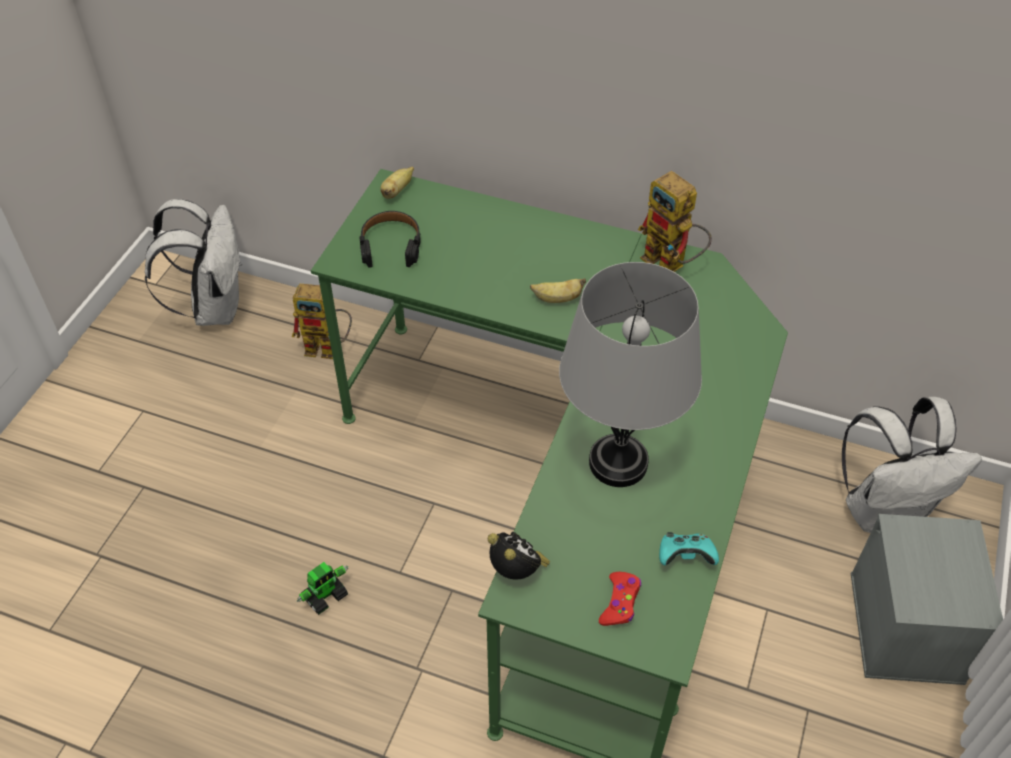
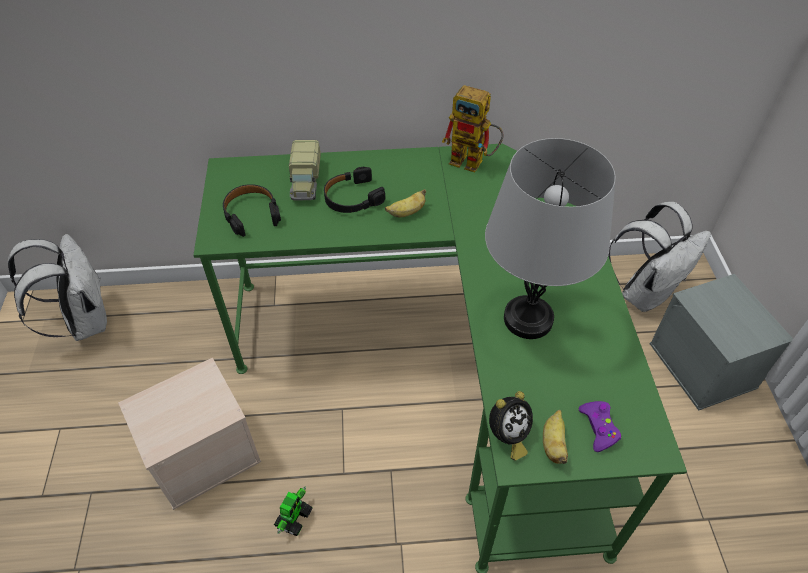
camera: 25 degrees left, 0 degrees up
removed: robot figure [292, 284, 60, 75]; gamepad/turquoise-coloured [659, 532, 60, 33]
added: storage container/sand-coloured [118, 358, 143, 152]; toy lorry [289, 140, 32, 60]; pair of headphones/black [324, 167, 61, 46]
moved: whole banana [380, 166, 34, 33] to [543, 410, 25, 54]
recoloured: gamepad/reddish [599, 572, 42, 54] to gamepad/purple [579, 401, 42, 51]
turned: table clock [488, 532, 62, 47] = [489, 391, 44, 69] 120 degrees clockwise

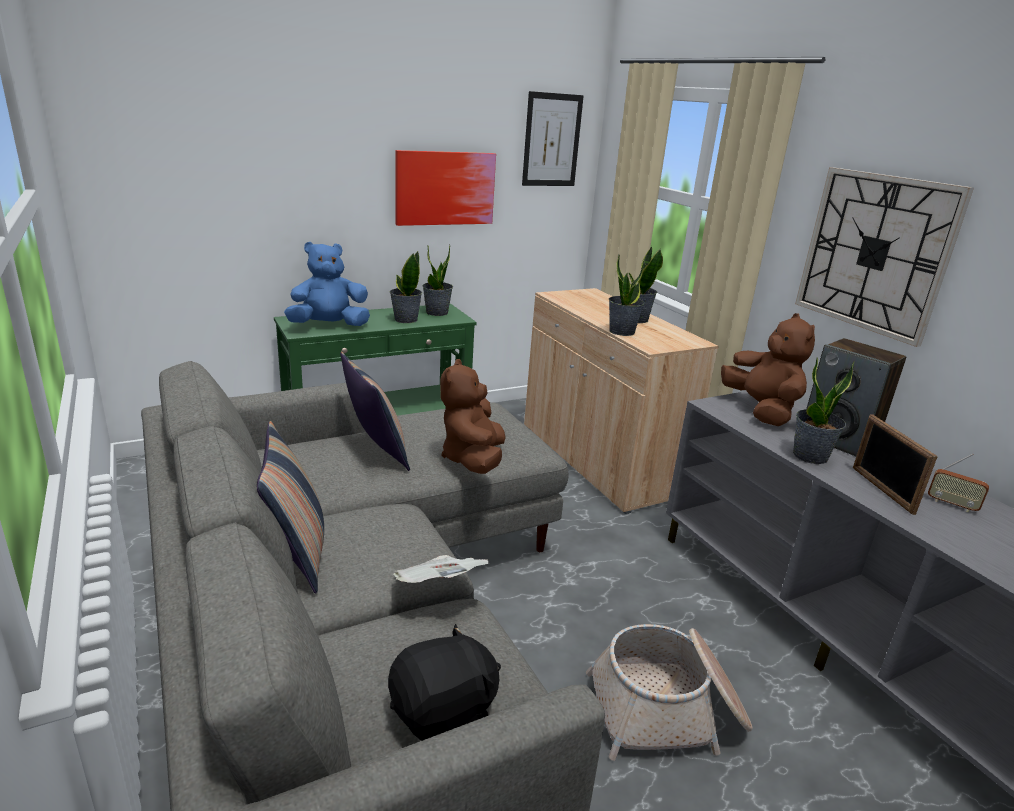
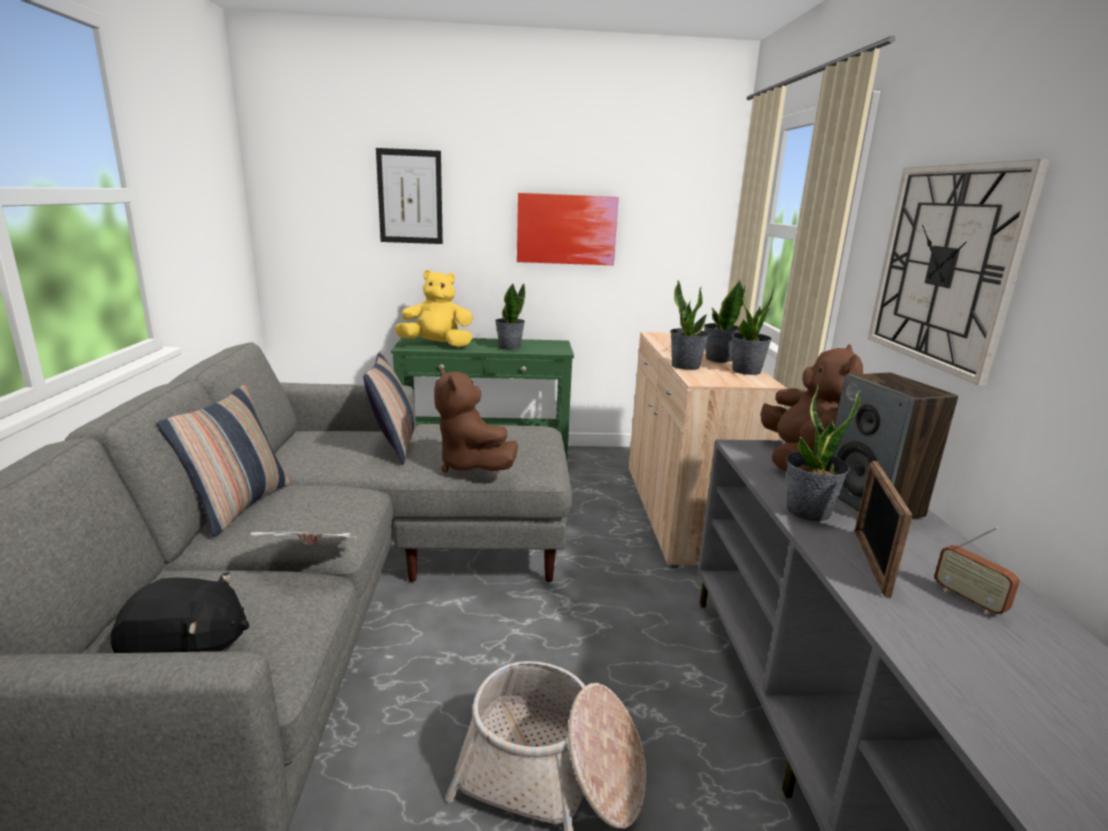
camera: 25 degrees right, 5 degrees down
moved: houseplant [422, 245, 31, 71] to [731, 285, 44, 90]; wall picture [522, 91, 62, 95] to [376, 148, 67, 96]
recoloured: cuddly toy/bluish [284, 242, 86, 84] to cuddly toy/yellowish [394, 270, 79, 77]
turned: cuddly toy/brown [440, 359, 66, 115] = [434, 368, 84, 104] 60 degrees counterclockwise

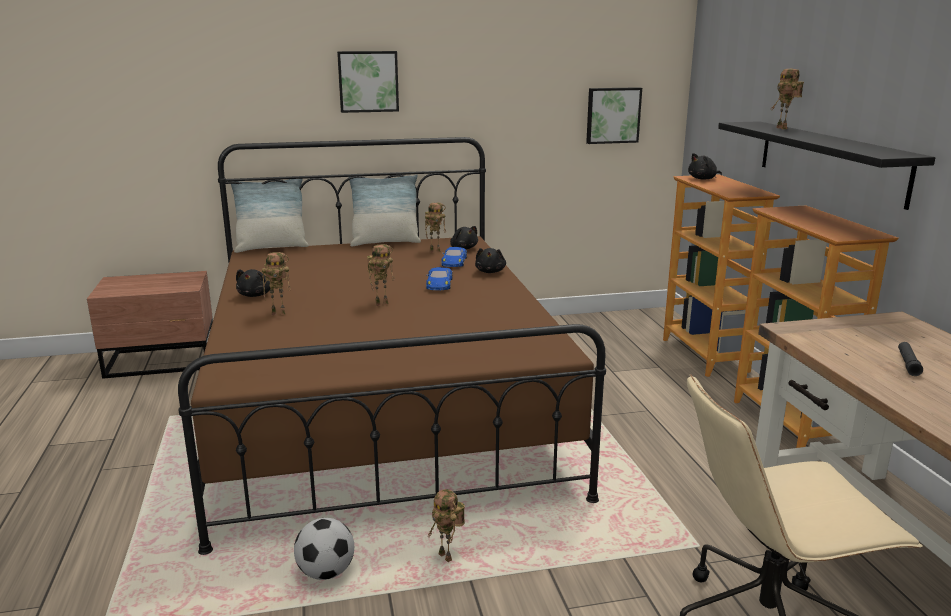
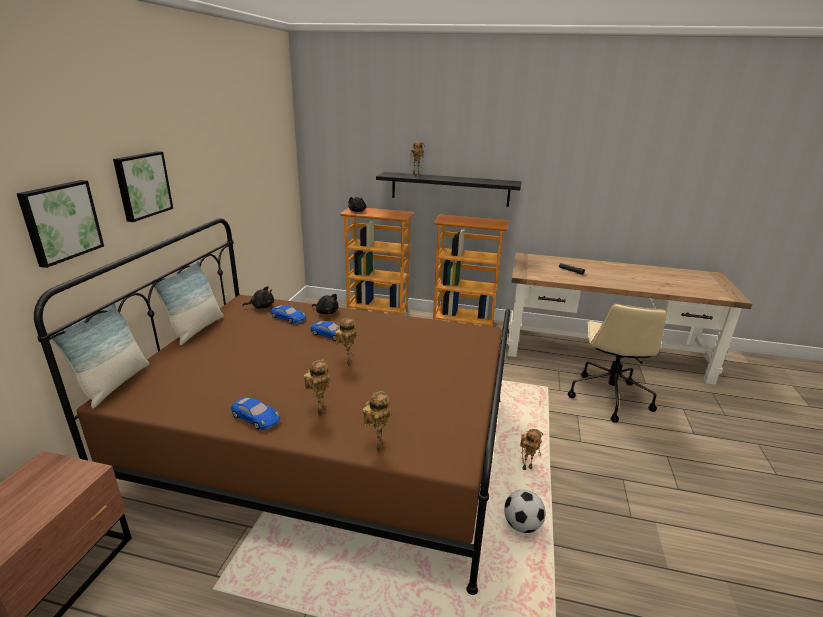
camera: 65 degrees left, 5 degrees up
moved: robot figure [425, 203, 21, 50] to [363, 391, 28, 63]; wall picture [586, 87, 56, 57] to [17, 180, 87, 88]
replaced: cuddly toy/black [236, 269, 34, 28] to miniature car/bluish [231, 397, 49, 33]

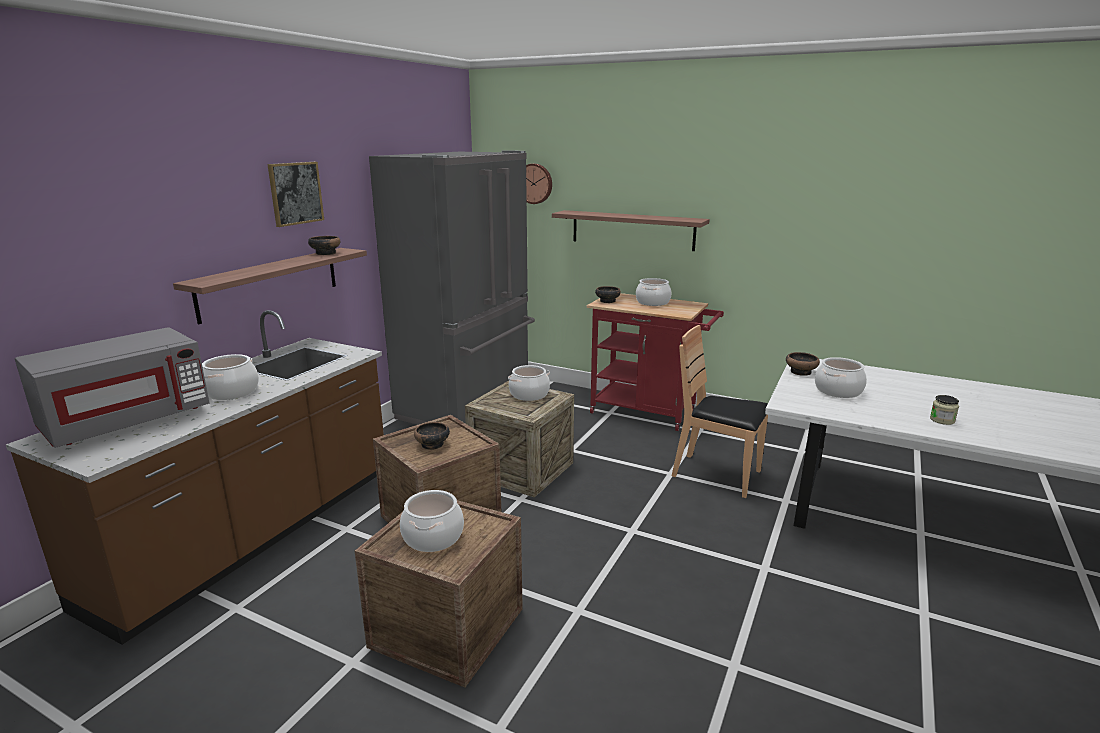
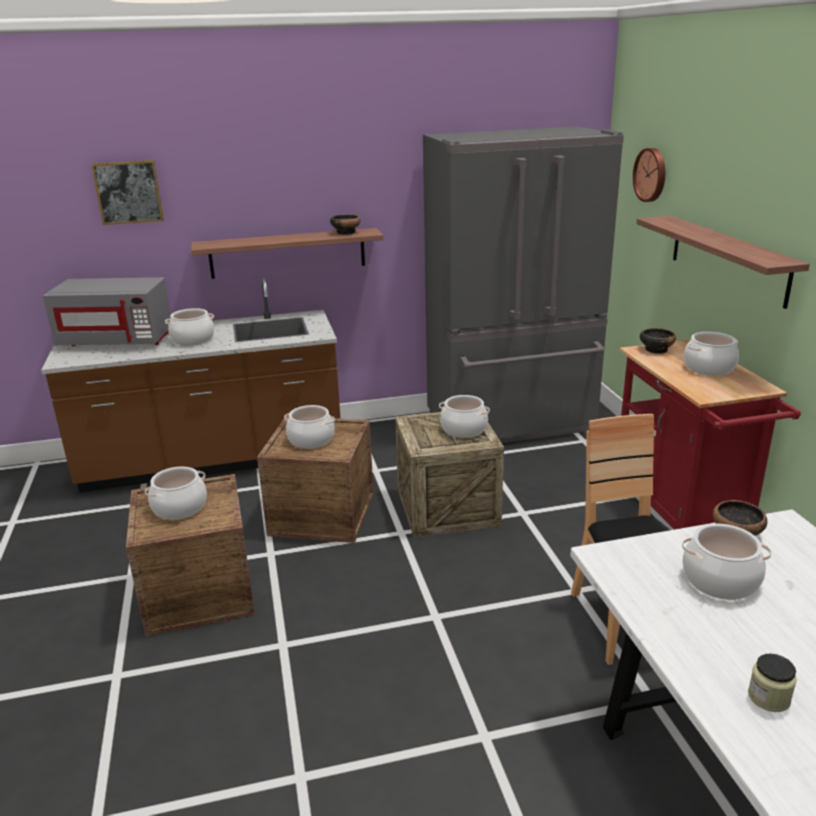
camera: 50 degrees right, 5 degrees up
moved: wall picture [267, 162, 57, 65] to [91, 160, 73, 65]
replaced: bowl [414, 422, 36, 28] to stockpot [284, 405, 51, 44]

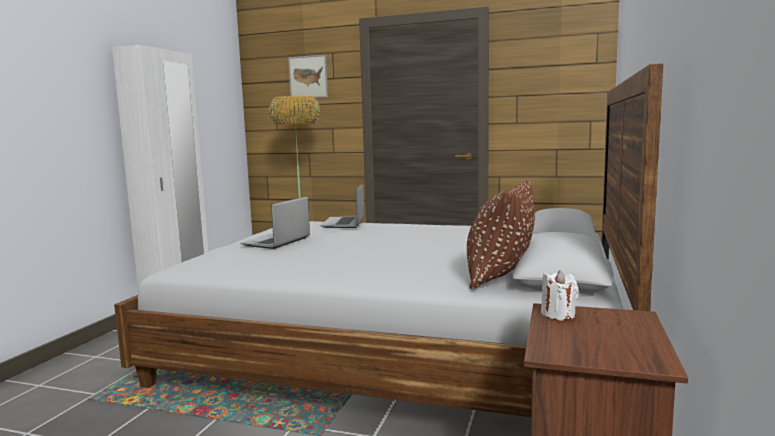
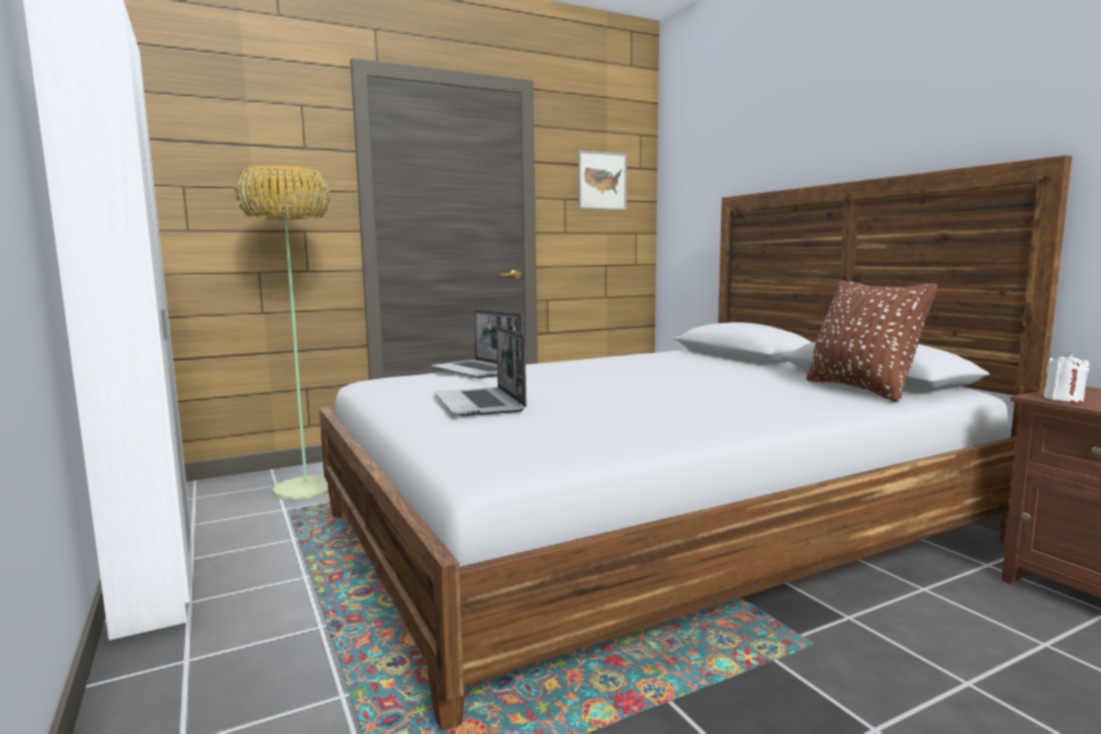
camera: 45 degrees left, 0 degrees up
moved: wall picture [288, 55, 40, 43] to [578, 151, 49, 59]

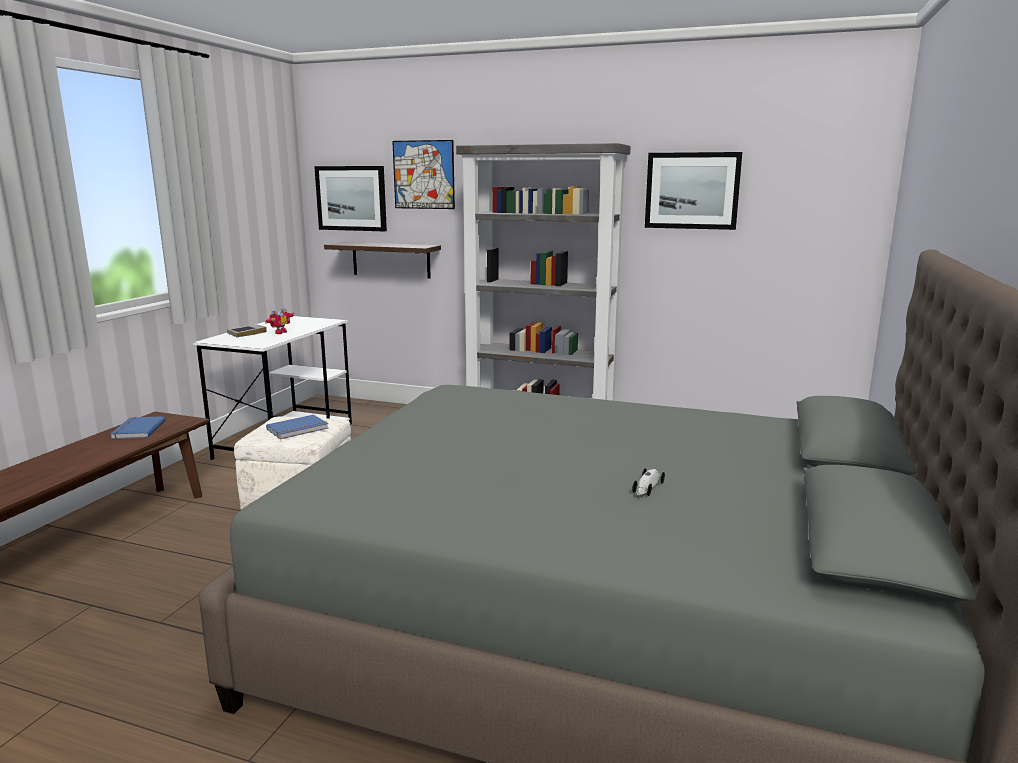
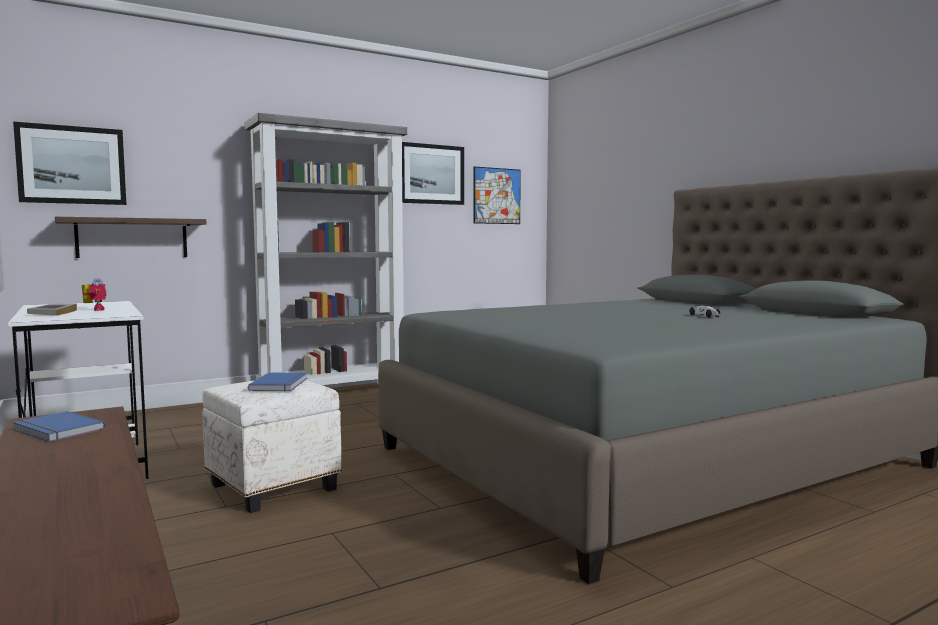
camera: 50 degrees left, 10 degrees down
moved: wall picture [392, 140, 63, 69] to [473, 167, 48, 57]

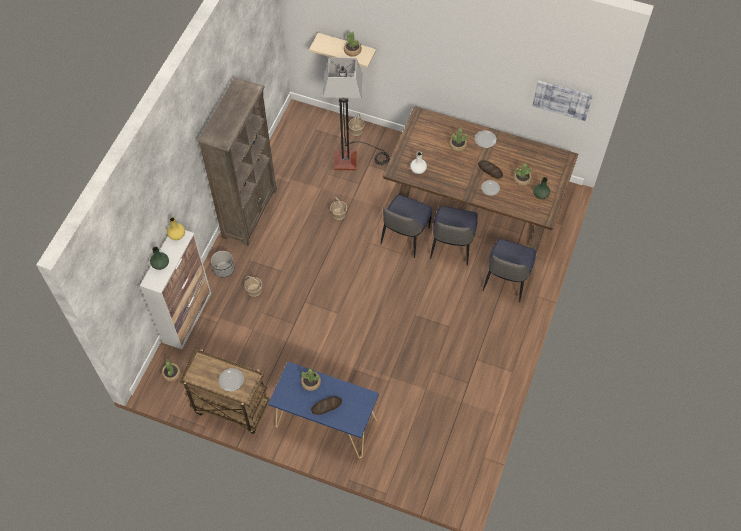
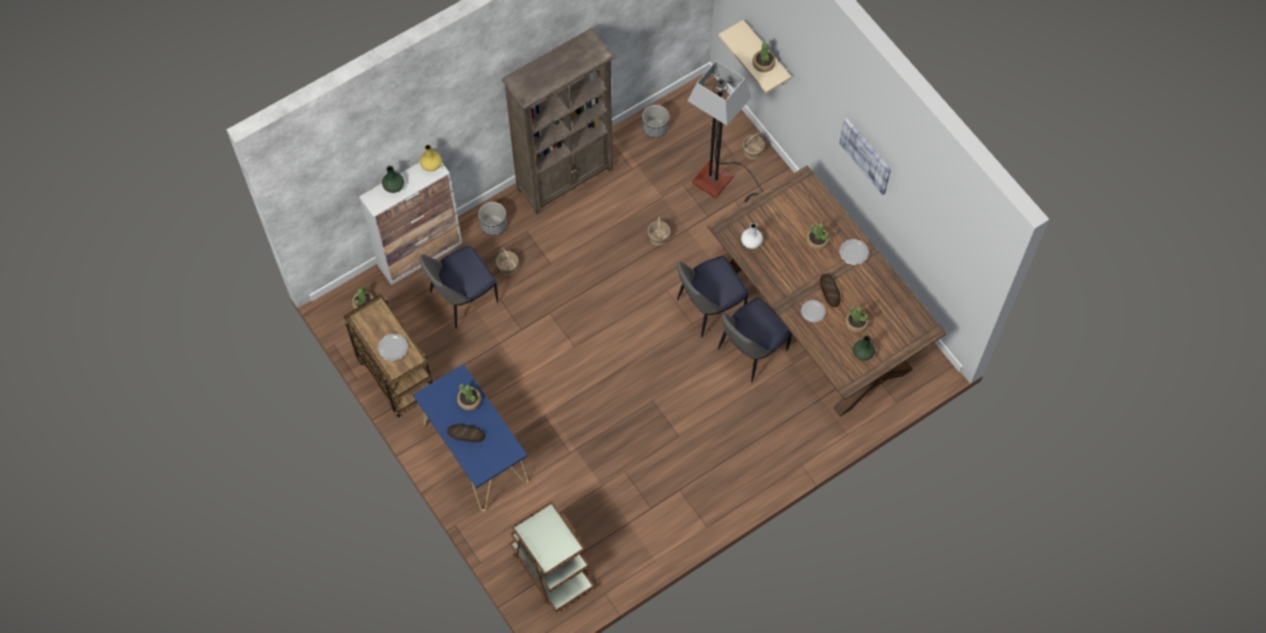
camera: 35 degrees right, 5 degrees up
added: wheeled cart/brown [509, 501, 86, 112]; flower pot [642, 105, 27, 33]
moved: upright chair [483, 239, 53, 63] to [420, 246, 78, 83]; wall picture [532, 80, 61, 41] to [839, 117, 52, 78]

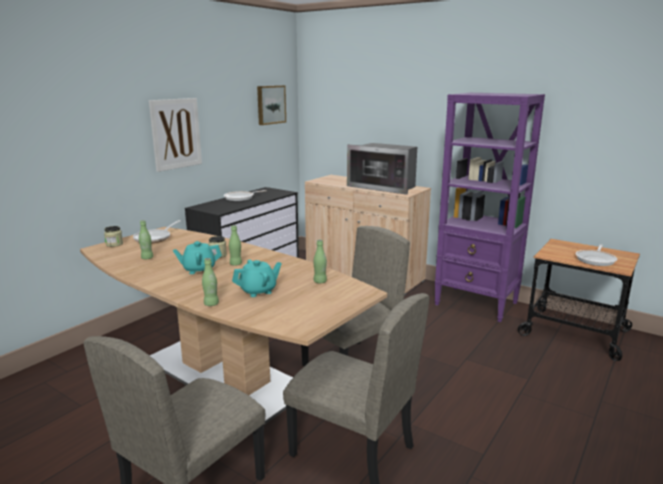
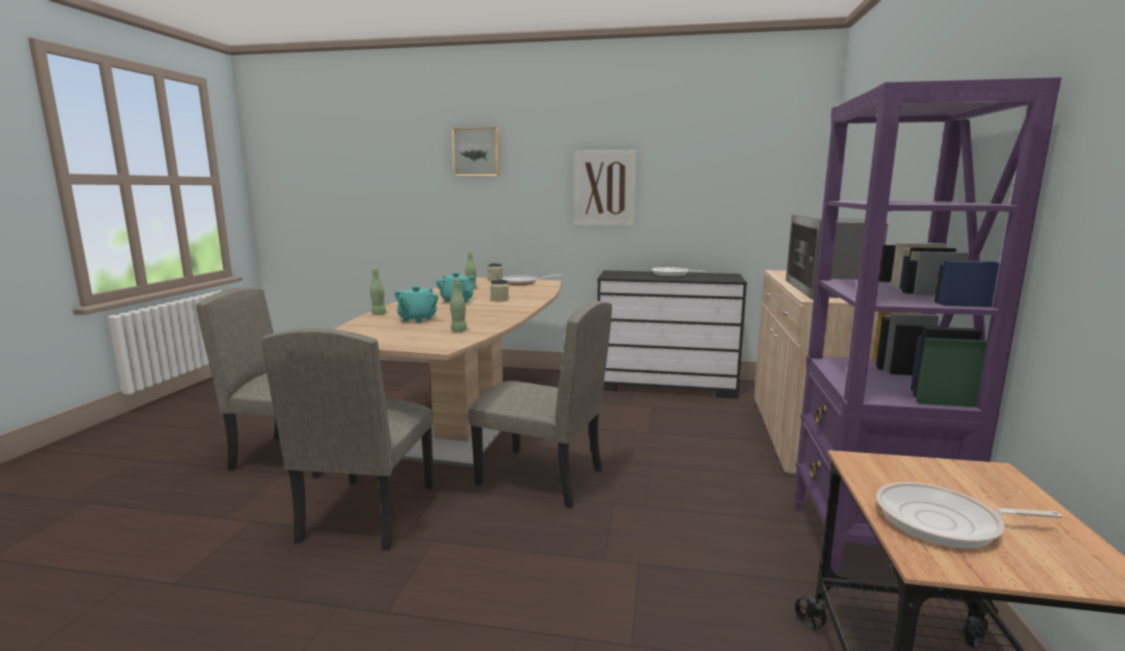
camera: 65 degrees right, 5 degrees down
removed: bottle/green [229, 225, 13, 41]
moved: wall picture [257, 85, 29, 40] to [452, 127, 48, 49]
turned: tea pot/turquoise-coloured [232, 260, 50, 37] = [394, 286, 44, 37] 75 degrees clockwise

